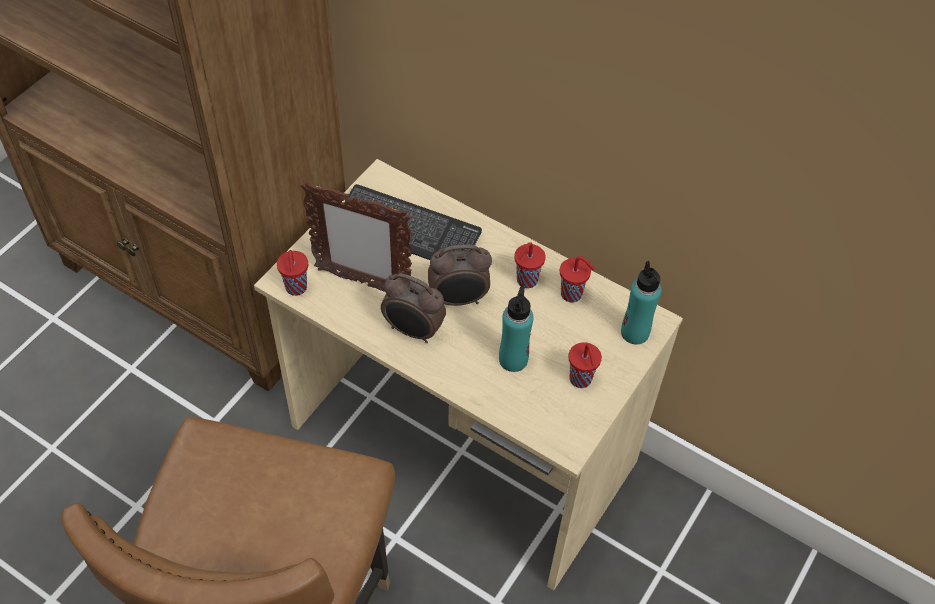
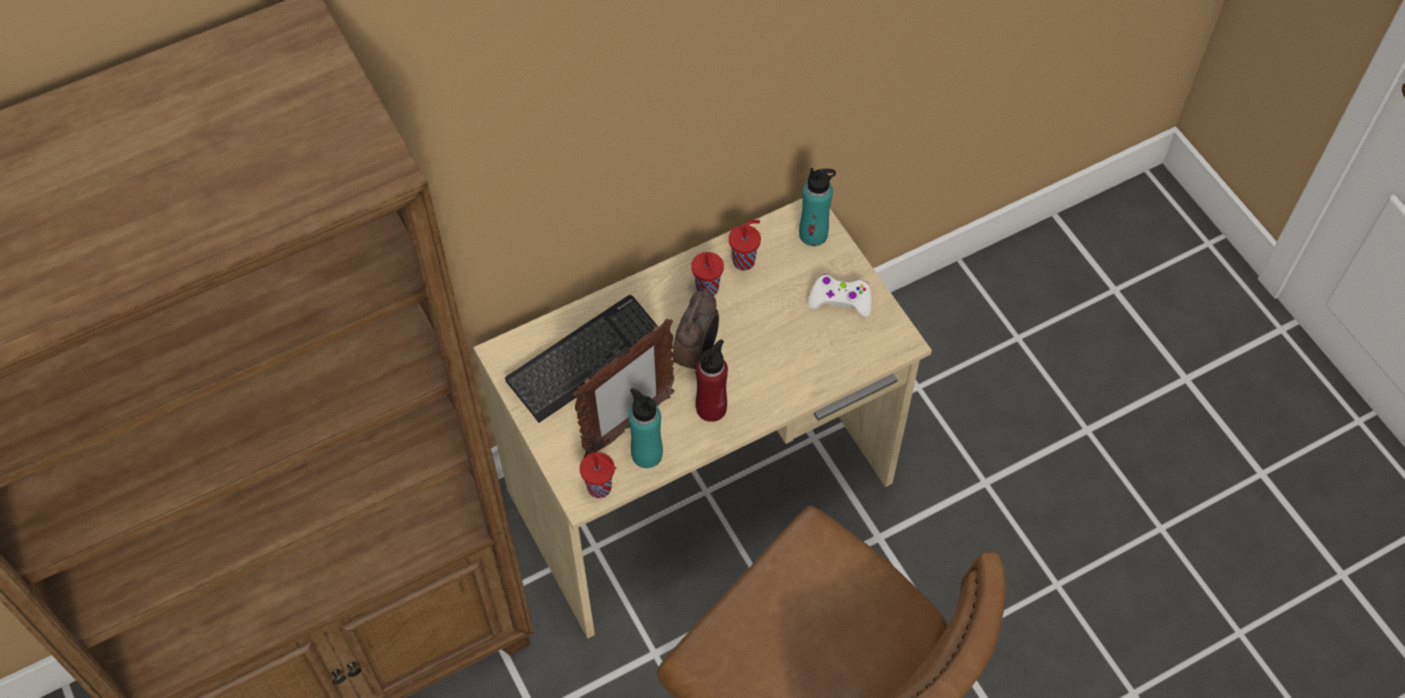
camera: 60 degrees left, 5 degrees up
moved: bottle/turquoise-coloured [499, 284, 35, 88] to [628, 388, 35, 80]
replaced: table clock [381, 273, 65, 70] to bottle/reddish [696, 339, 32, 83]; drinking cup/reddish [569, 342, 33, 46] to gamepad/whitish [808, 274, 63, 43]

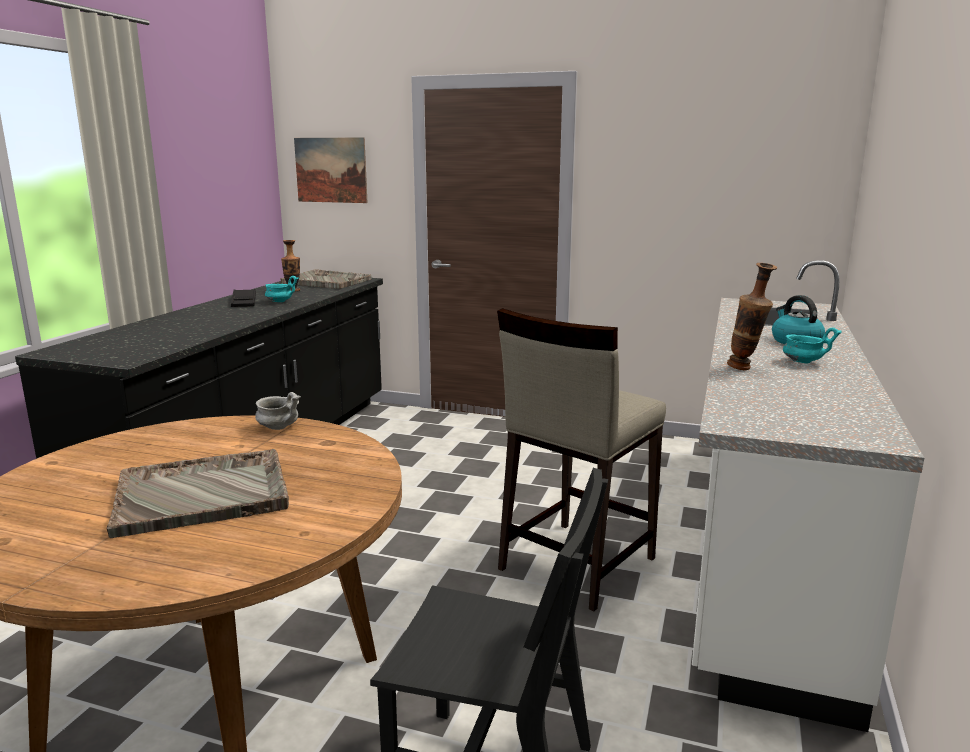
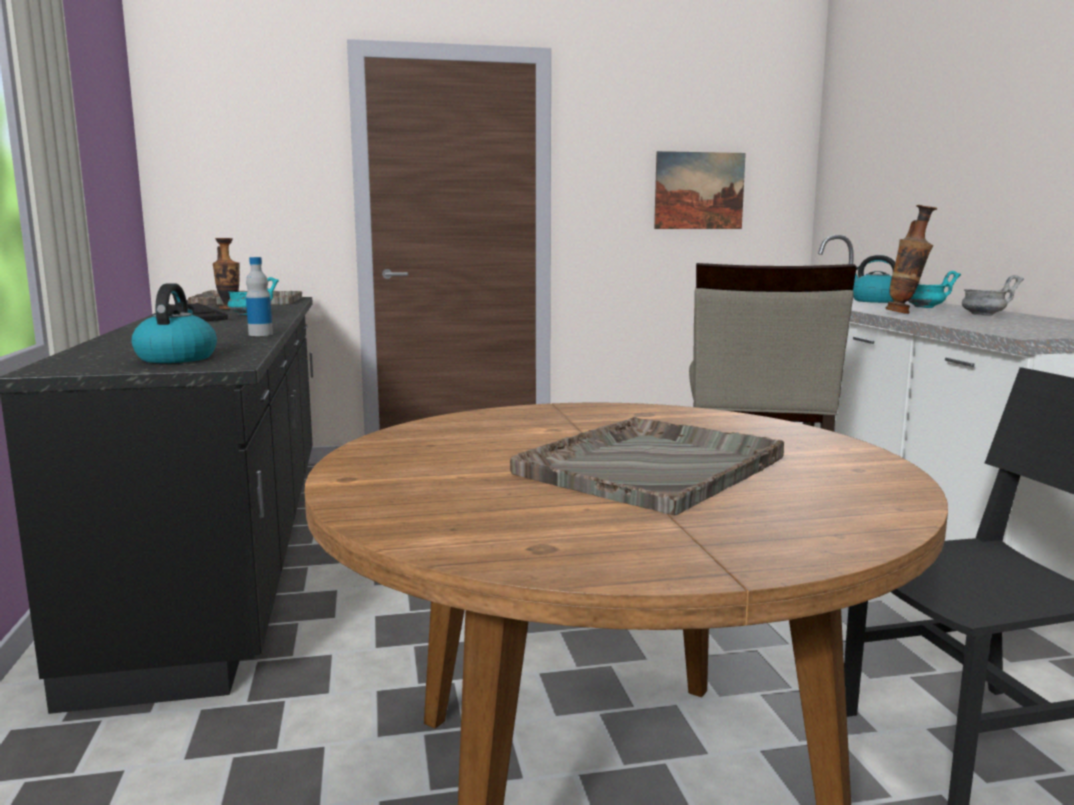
camera: 30 degrees left, 5 degrees down
added: kettle [131, 283, 86, 80]; bottle [246, 257, 27, 79]
moved: bowl/grey [255, 392, 46, 38] to [962, 275, 62, 41]; wall picture [294, 137, 73, 66] to [654, 151, 92, 78]

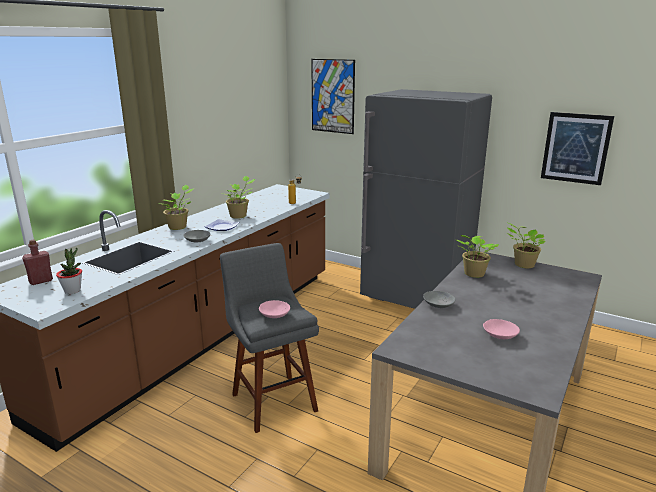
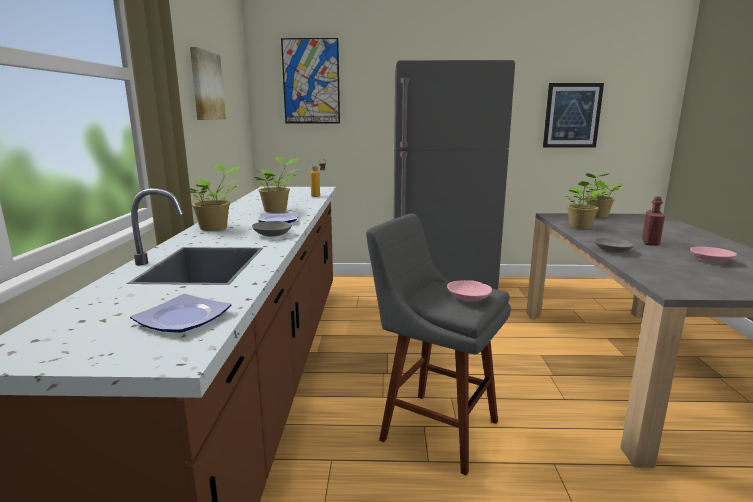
camera: 30 degrees left, 5 degrees down
added: wall picture [190, 47, 36, 73]
moved: bottle/reddish [22, 240, 31, 45] to [642, 196, 23, 50]
replaced: houseplant [56, 248, 26, 46] to dinner plate [130, 294, 101, 39]

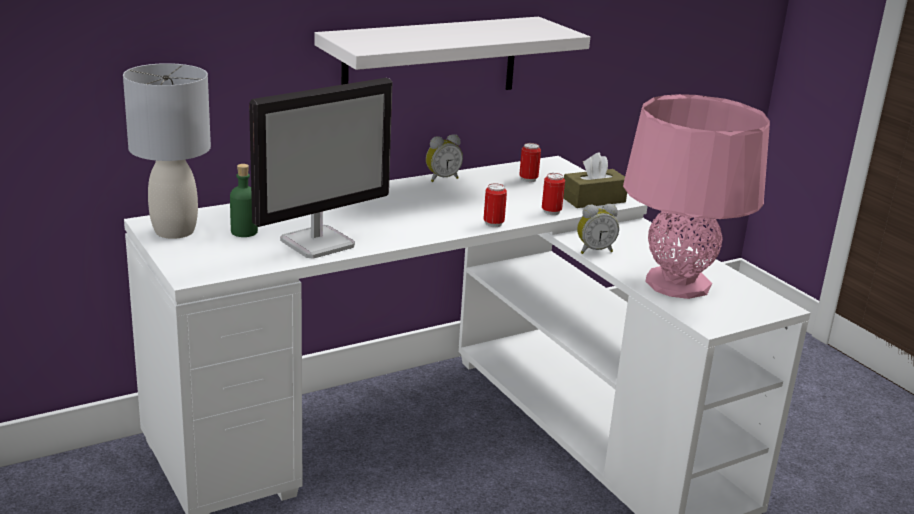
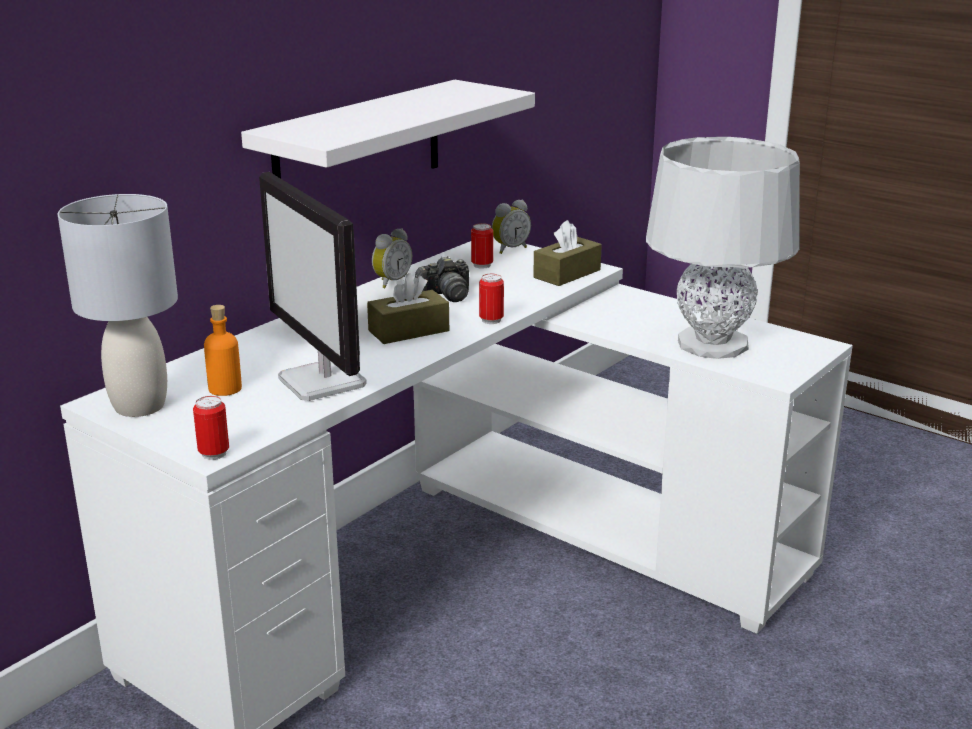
camera: 20 degrees left, 0 degrees up
added: tissue box/brown [367, 273, 82, 71]; still camera [415, 256, 54, 46]
moved: can [542, 173, 23, 42] to [193, 396, 36, 64]; table clock [577, 204, 42, 50] to [492, 200, 39, 54]
recoloured: bottle/green [230, 164, 28, 73] to bottle/orange [204, 305, 38, 91]; tabletop lamp/pinkish [623, 94, 147, 205] to tabletop lamp/grey [646, 137, 154, 222]
turned: computer screen [249, 78, 144, 181] = [259, 172, 108, 229] 120 degrees clockwise

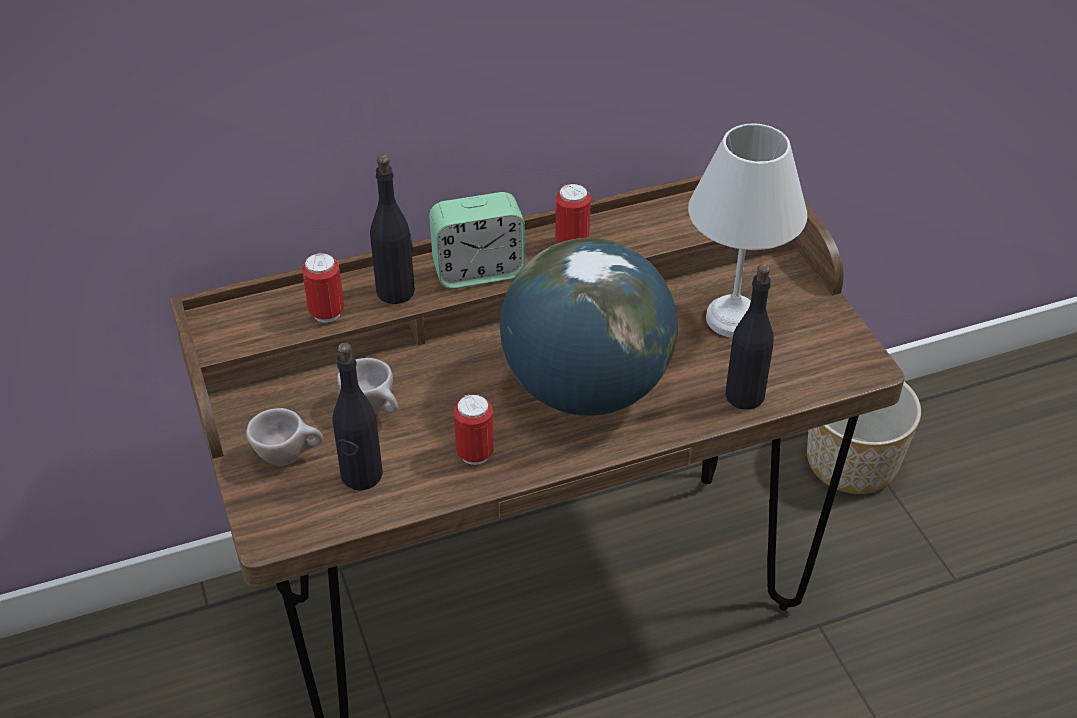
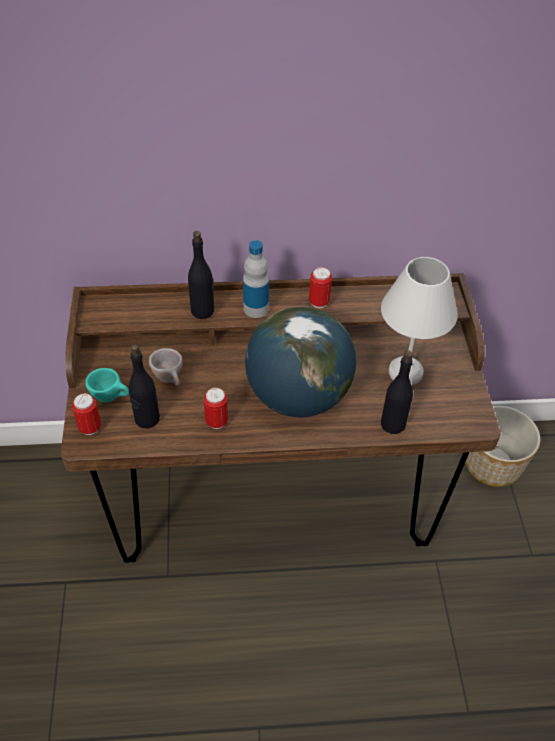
camera: 15 degrees right, 5 degrees up
moved: can [302, 252, 42, 70] to [72, 393, 29, 42]
replaced: table clock [429, 192, 97, 97] to bottle [243, 240, 26, 78]
recoloured: drinking cup/sand-coloured [246, 408, 78, 58] to drinking cup/turquoise-coloured [85, 368, 44, 35]

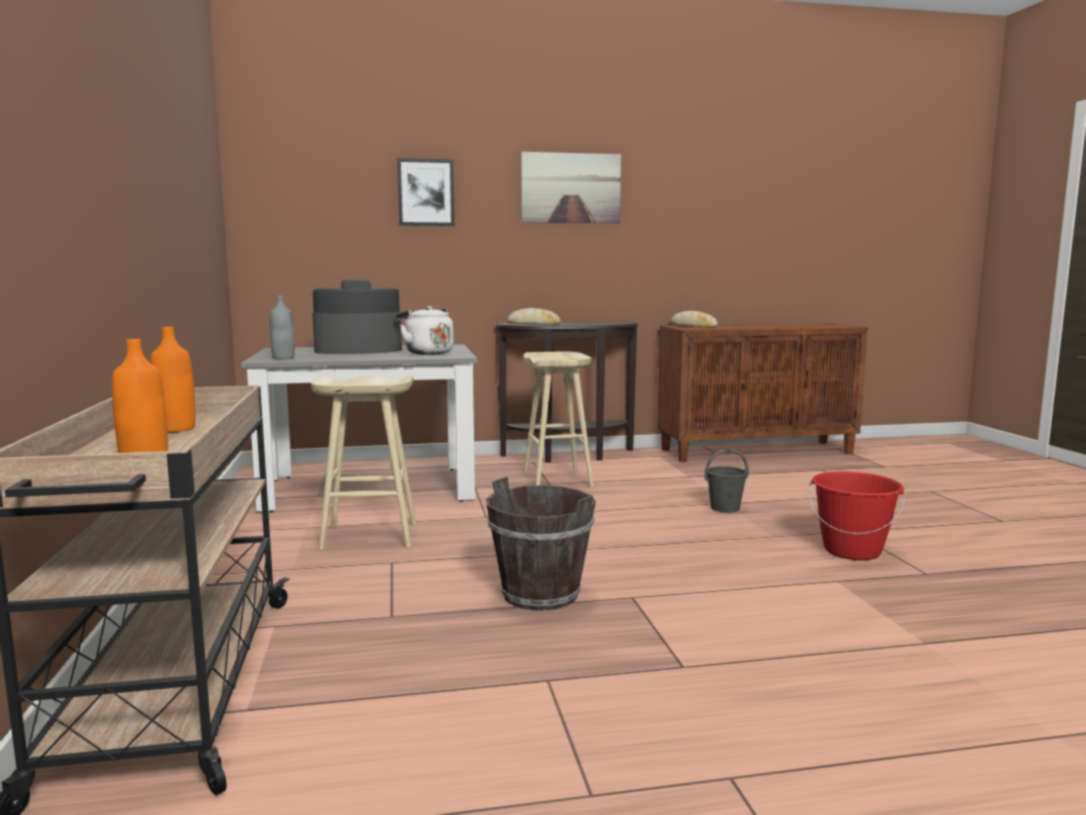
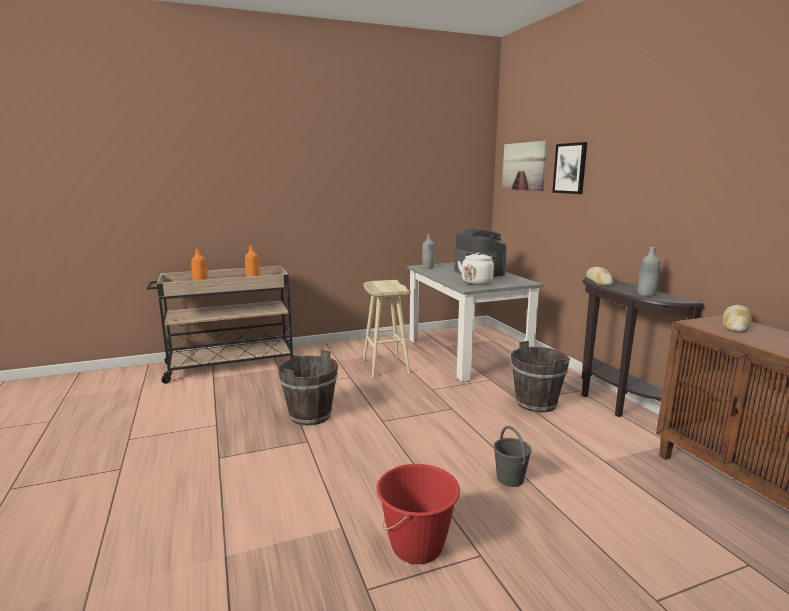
camera: 80 degrees right, 5 degrees up
added: bottle/grey [638, 247, 22, 49]
moved: wall picture [521, 152, 100, 71] to [502, 141, 45, 50]
replaced: stool/sand-coloured [523, 351, 71, 136] to bucket/brown [511, 341, 59, 71]

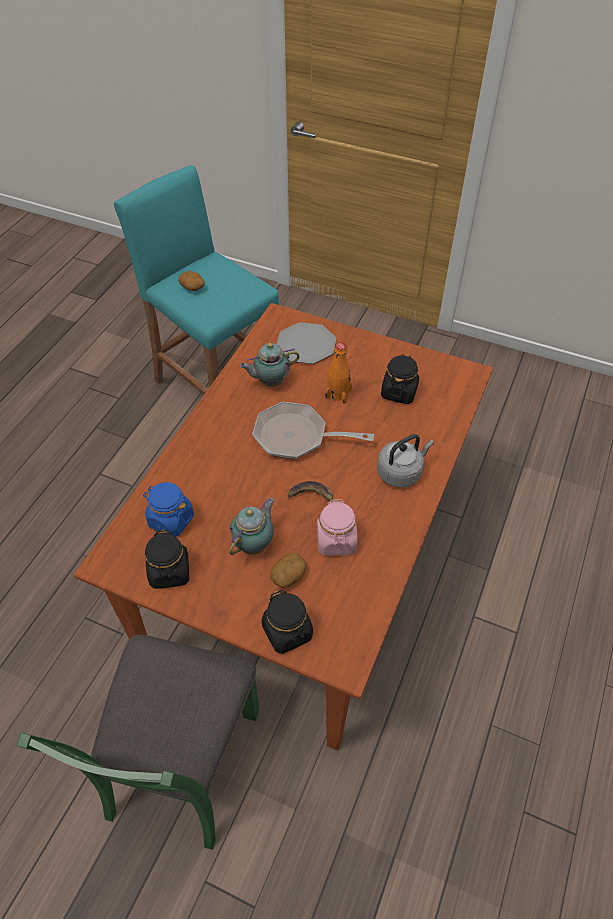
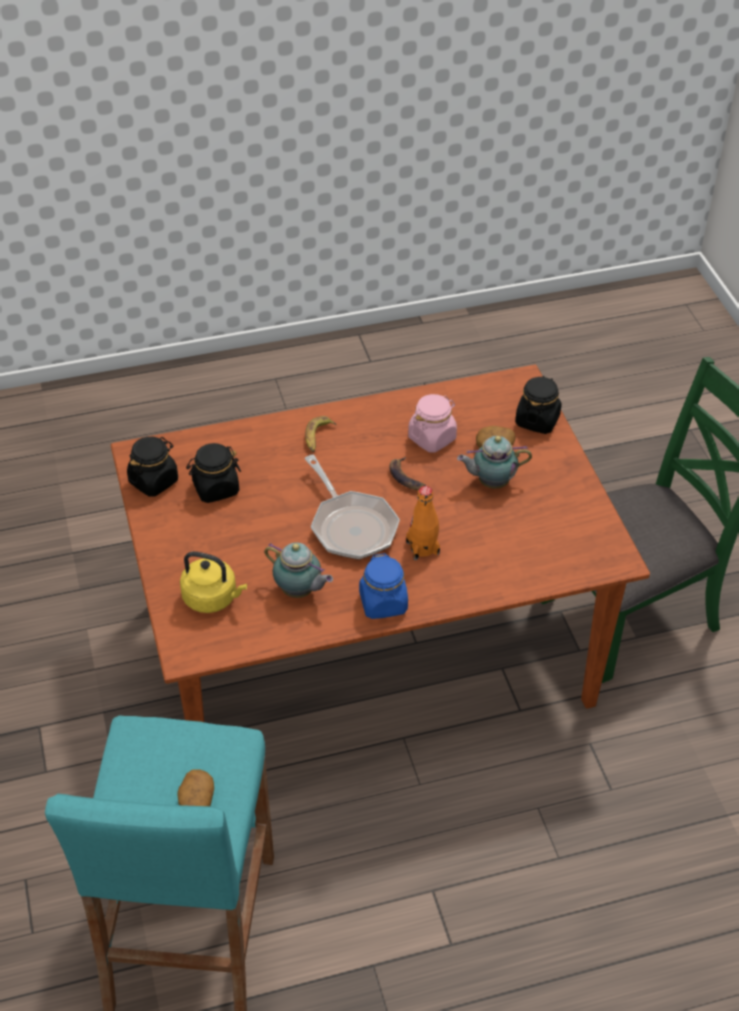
camera: 130 degrees left, 5 degrees down
moved: preserve jar/bluish [143, 482, 51, 55] to [359, 553, 49, 66]; preserve jar/black [145, 530, 44, 59] to [127, 437, 51, 60]; bottle/orange [325, 343, 27, 61] to [406, 486, 34, 74]
replaced: dinner plate [277, 322, 59, 42] to kettle/yellowish [180, 552, 67, 61]; kettle/grey [377, 434, 57, 53] to whole banana [305, 416, 31, 36]

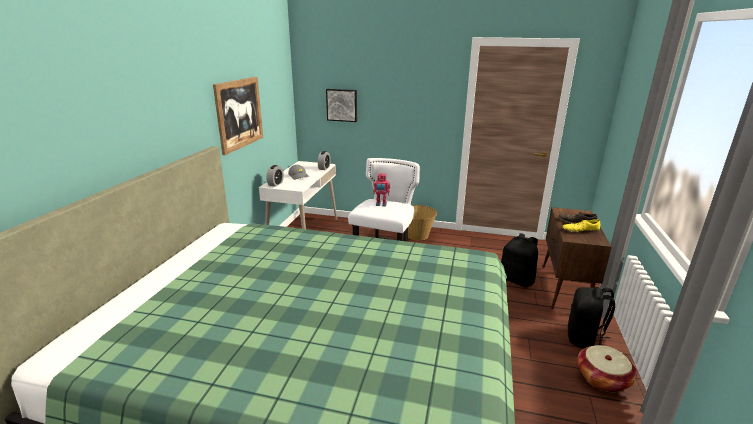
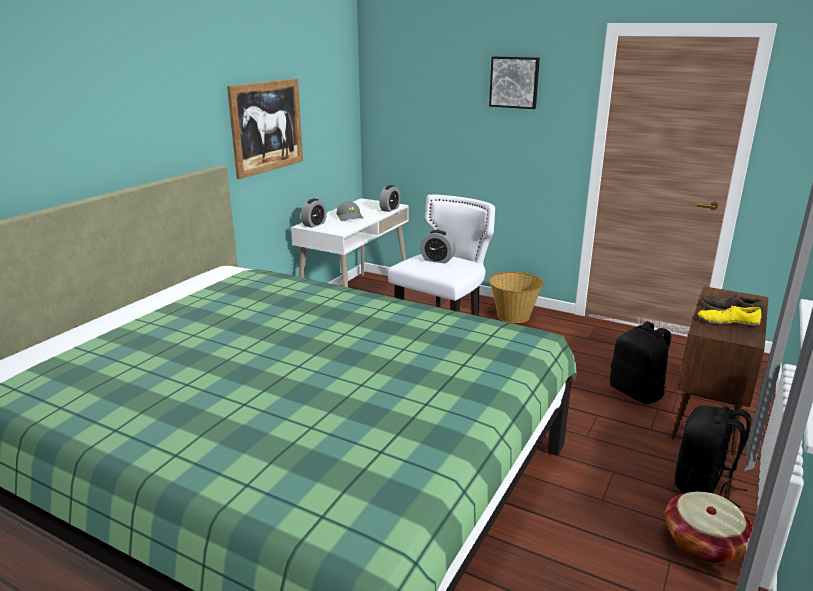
camera: 15 degrees right, 0 degrees up
moved: wall picture [326, 89, 31, 33] to [489, 57, 51, 52]
replaced: robot figure [373, 173, 17, 33] to table clock [420, 230, 36, 34]

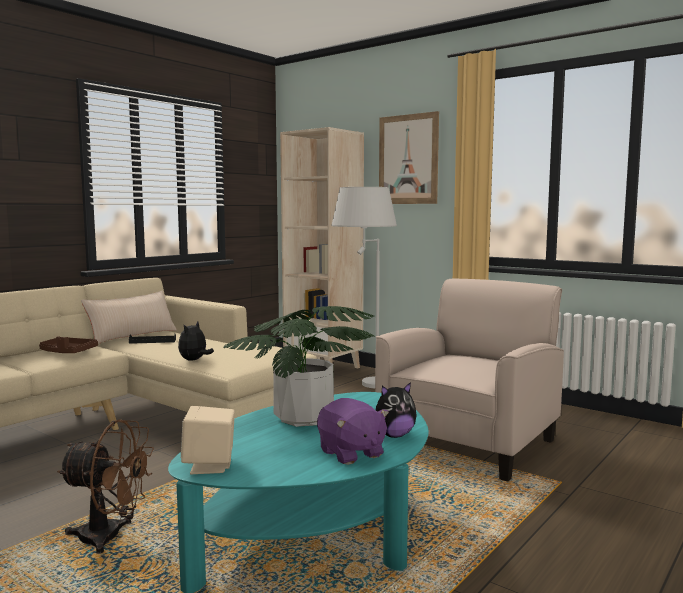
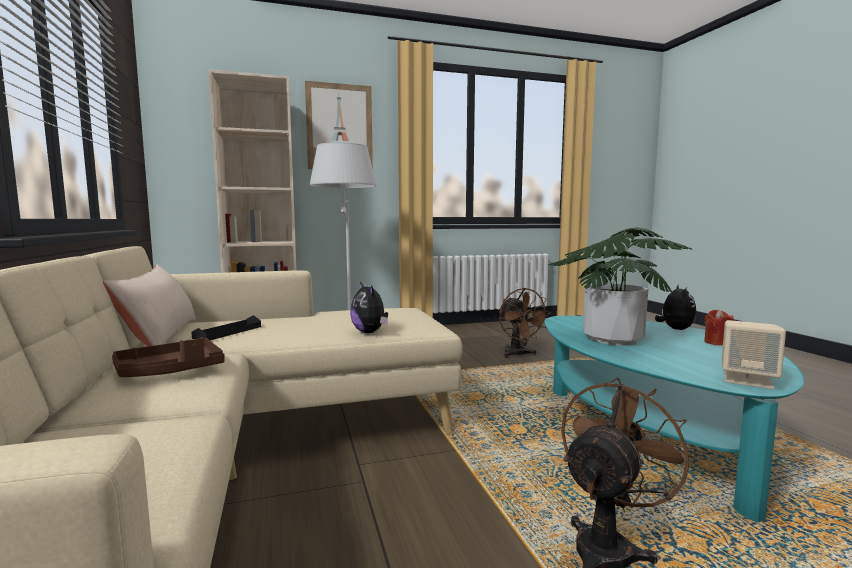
camera: 55 degrees left, 0 degrees up
replaced: cuddly toy/purple [317, 398, 72, 67] to wax candle/reddish [704, 309, 29, 37]; lounge chair/sand-coloured [375, 279, 189, 203] to electric fan/brown [499, 288, 52, 70]

